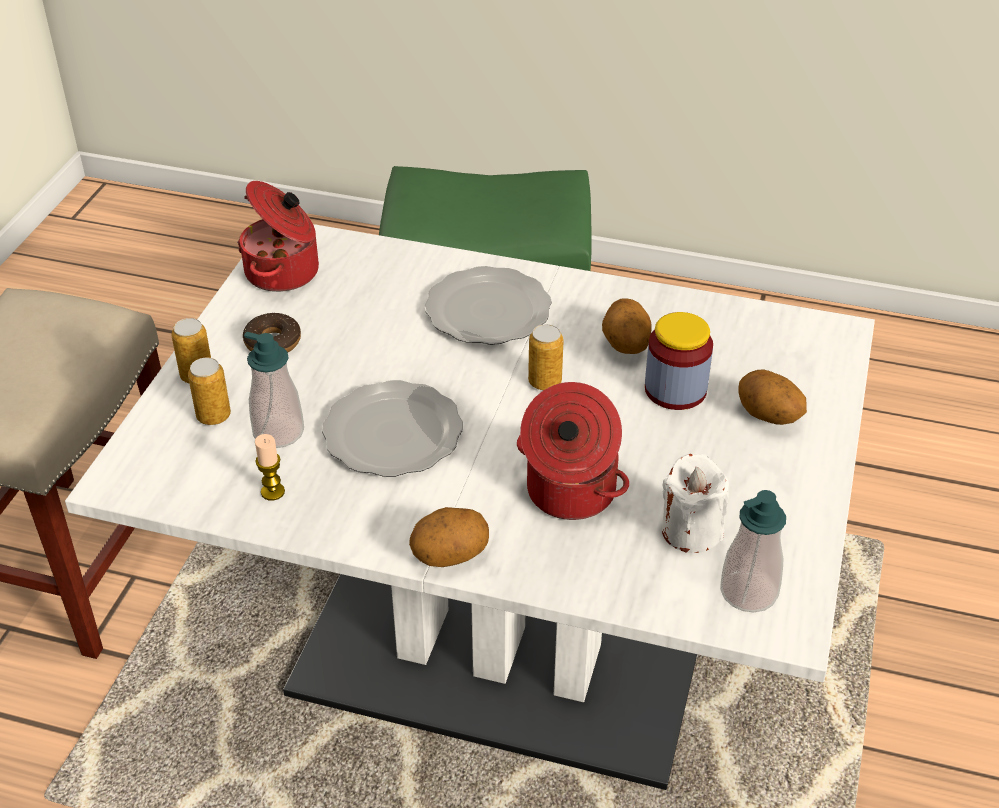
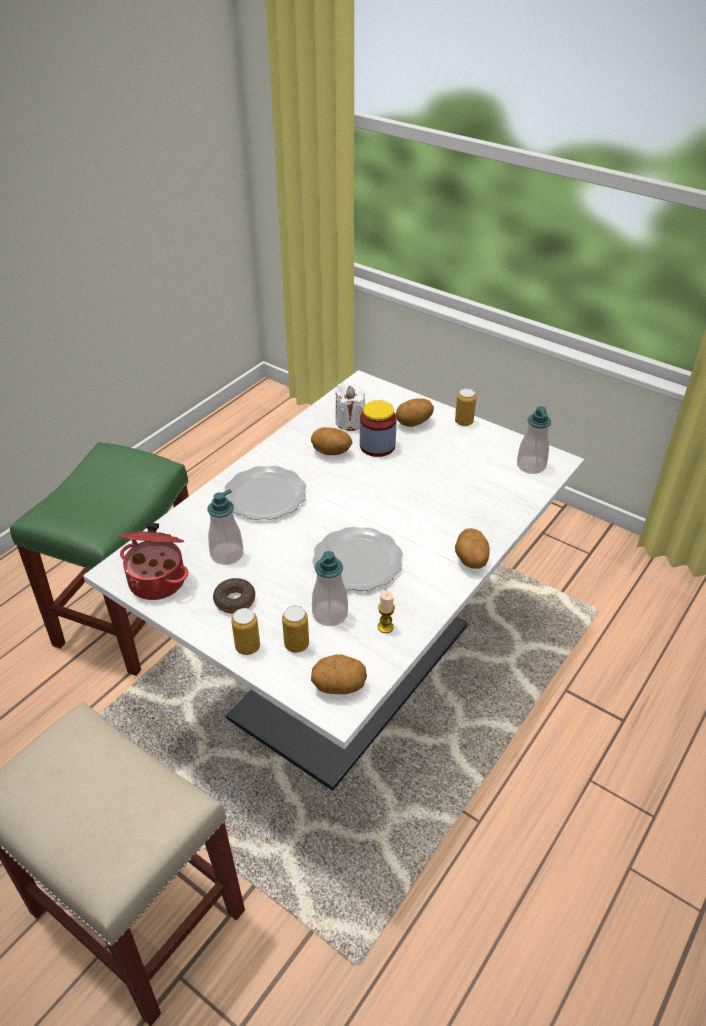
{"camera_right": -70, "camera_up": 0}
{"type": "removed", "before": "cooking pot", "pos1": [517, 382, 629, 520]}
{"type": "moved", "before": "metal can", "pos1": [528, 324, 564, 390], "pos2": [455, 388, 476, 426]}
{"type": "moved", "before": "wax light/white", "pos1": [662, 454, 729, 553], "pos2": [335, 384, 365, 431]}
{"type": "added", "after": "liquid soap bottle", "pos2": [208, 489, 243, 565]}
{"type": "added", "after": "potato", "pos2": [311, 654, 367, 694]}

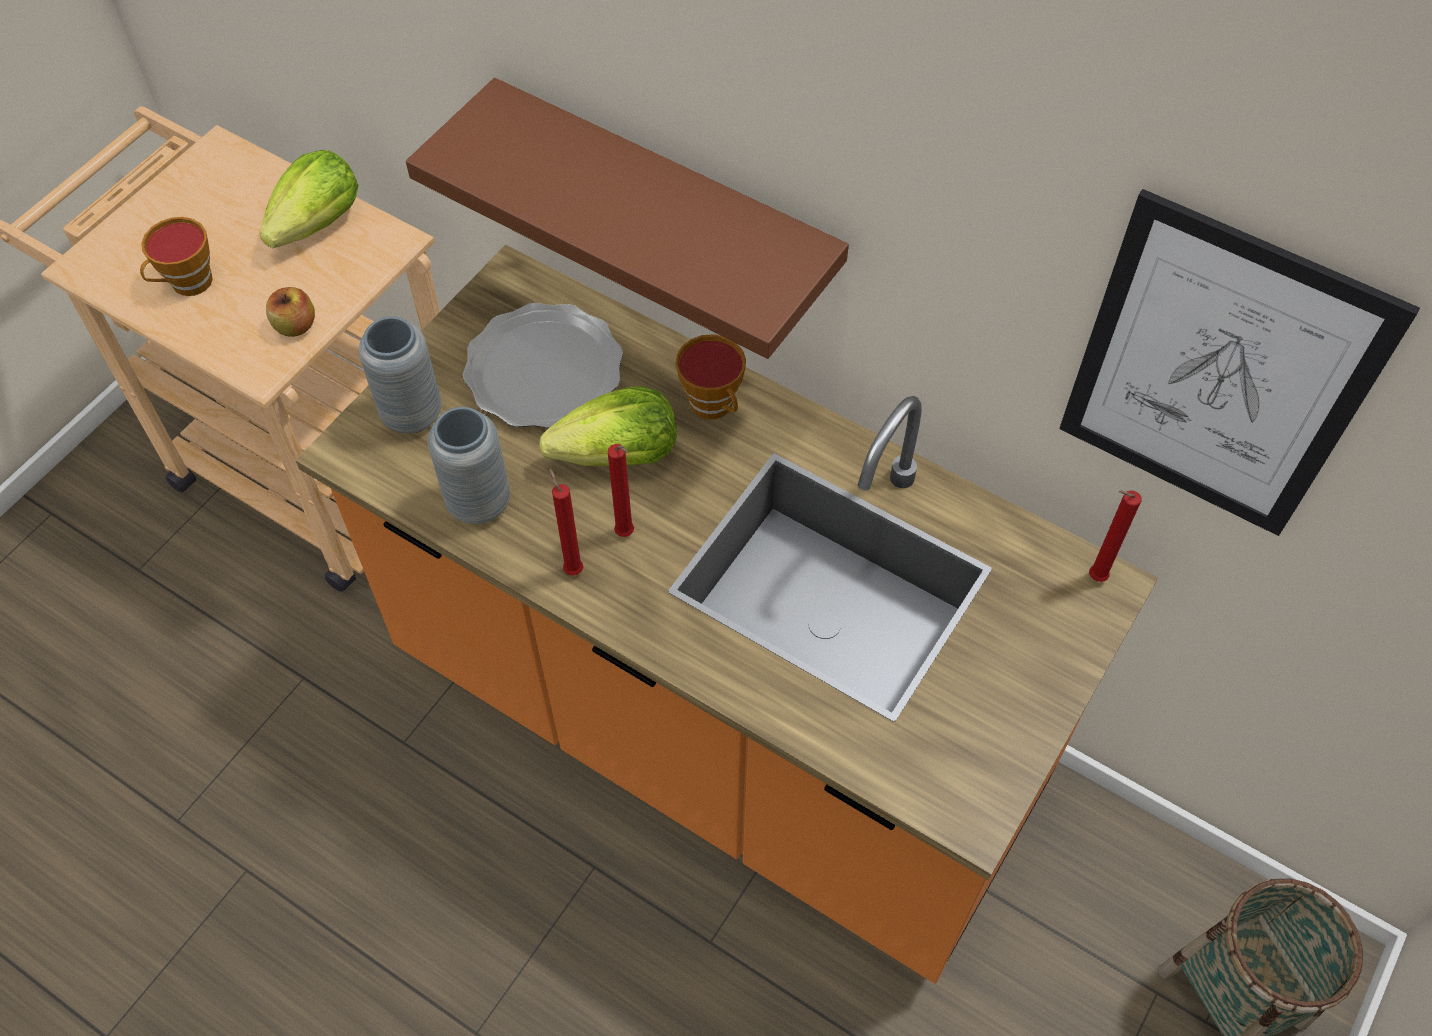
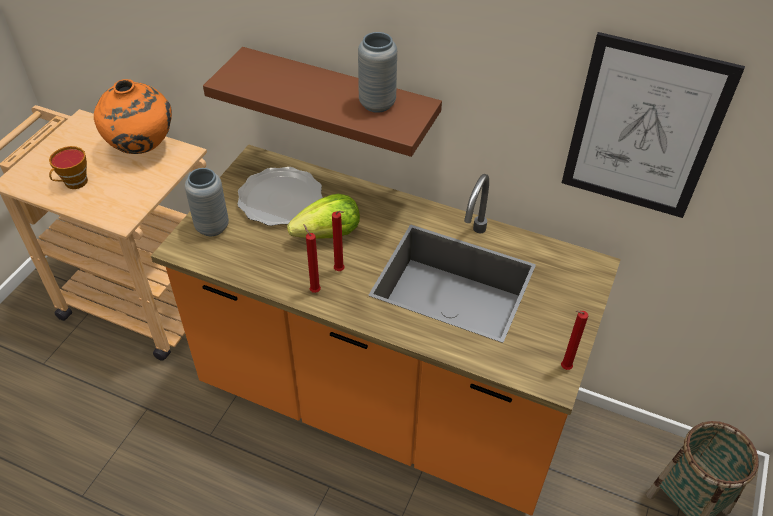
{"camera_right": -10, "camera_up": -10}
{"type": "replaced", "before": "head of lettuce", "after": "vase/orange", "pos1": [260, 150, 358, 248], "pos2": [94, 79, 172, 154]}
{"type": "removed", "before": "whole apple", "pos1": [266, 287, 315, 337]}
{"type": "moved", "before": "vase/grey", "pos1": [428, 407, 510, 524], "pos2": [358, 32, 397, 113]}
{"type": "removed", "before": "drinking cup", "pos1": [675, 334, 746, 420]}
{"type": "moved", "before": "wax light/red-coloured", "pos1": [1089, 491, 1142, 582], "pos2": [561, 311, 588, 370]}

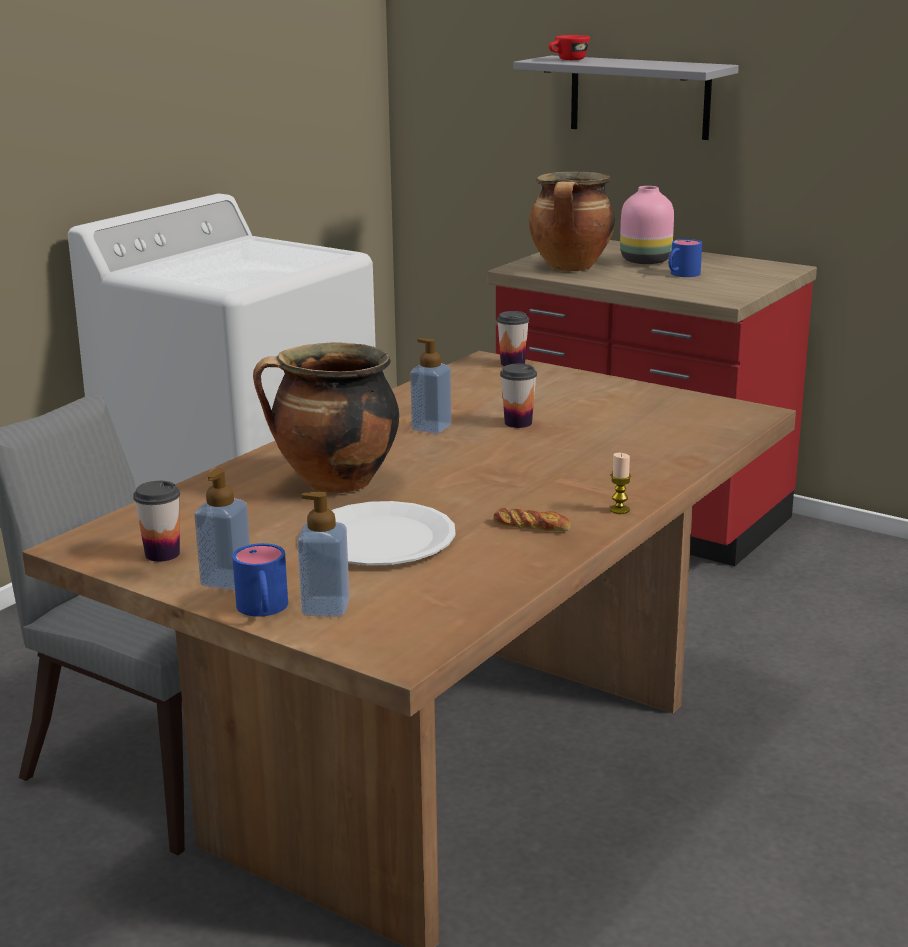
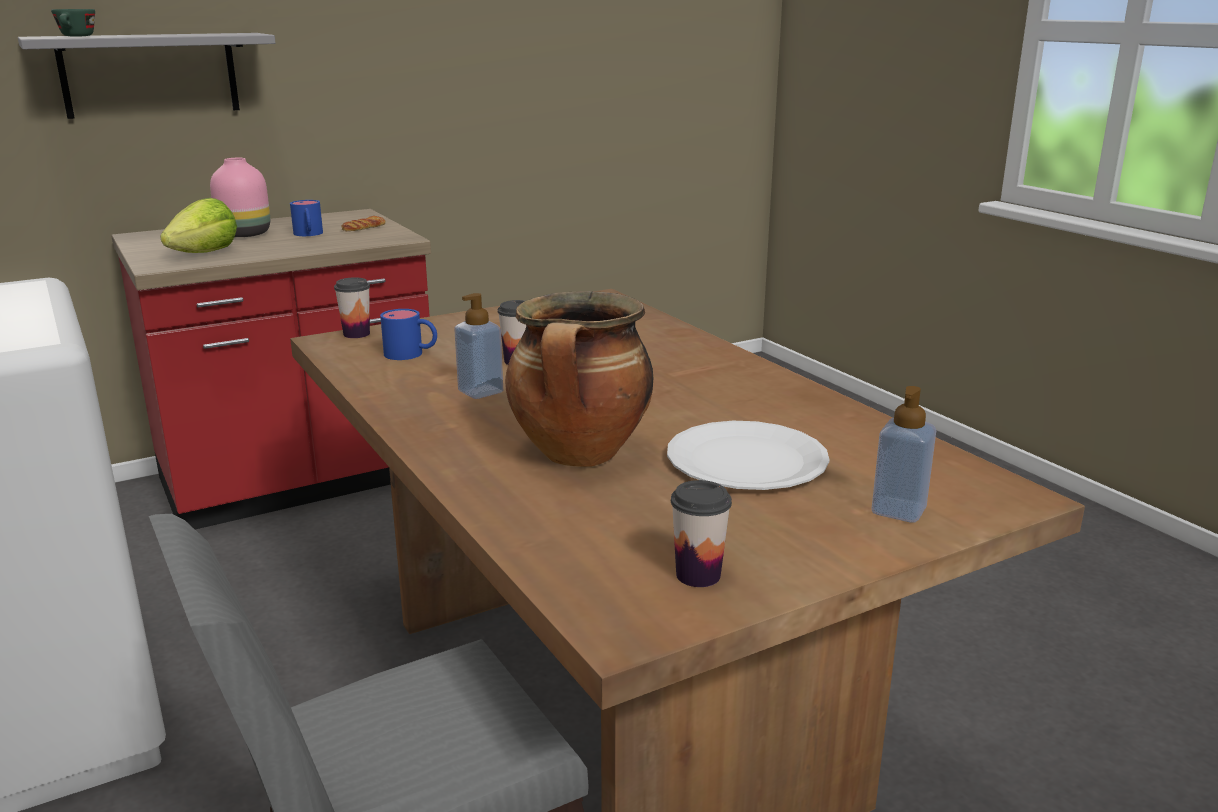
{"camera_right": -65, "camera_up": 0}
{"type": "removed", "before": "liquid soap bottle", "pos1": [194, 469, 250, 590]}
{"type": "moved", "before": "coffee mug/blue", "pos1": [232, 543, 288, 617], "pos2": [380, 309, 437, 360]}
{"type": "moved", "before": "baked bread", "pos1": [493, 508, 570, 532], "pos2": [341, 216, 386, 231]}
{"type": "replaced", "before": "cooking pot", "after": "head of lettuce", "pos1": [529, 172, 615, 271], "pos2": [160, 198, 237, 253]}
{"type": "recoloured", "before": "drinking cup/red-coloured", "after": "drinking cup/greenish", "pos1": [549, 35, 590, 60], "pos2": [51, 9, 95, 37]}
{"type": "removed", "before": "wax light", "pos1": [610, 453, 631, 514]}

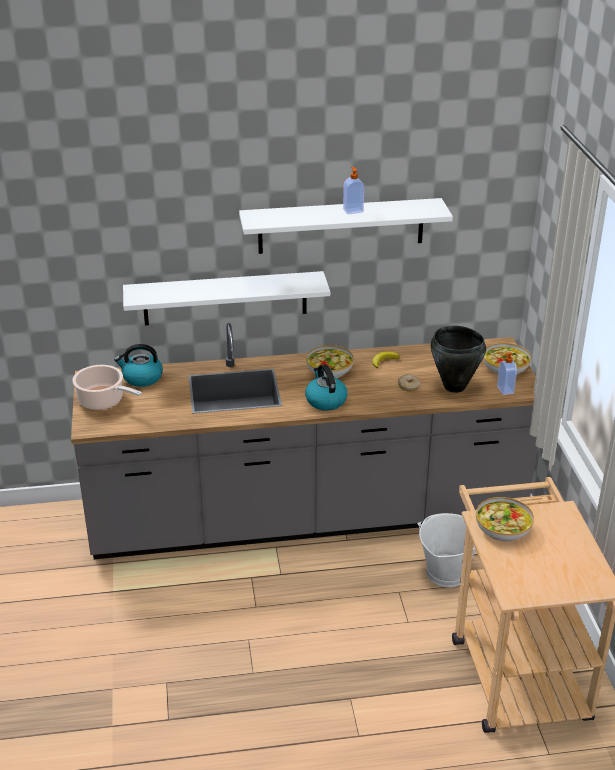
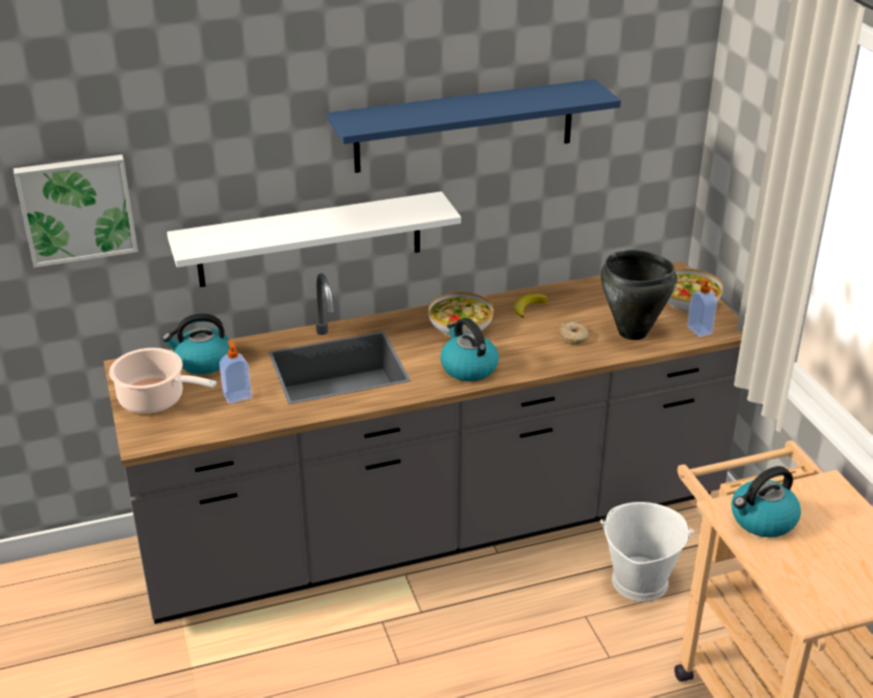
{"camera_right": -10, "camera_up": 0}
{"type": "recoloured", "before": "shelf/white", "after": "shelf/blue", "pos1": [239, 198, 453, 254], "pos2": [327, 79, 621, 173]}
{"type": "moved", "before": "liquid soap bottle", "pos1": [343, 167, 364, 214], "pos2": [219, 340, 252, 404]}
{"type": "replaced", "before": "deep dish", "after": "tea kettle", "pos1": [476, 497, 534, 542], "pos2": [731, 466, 801, 537]}
{"type": "added", "after": "wall picture", "pos2": [13, 154, 138, 268]}

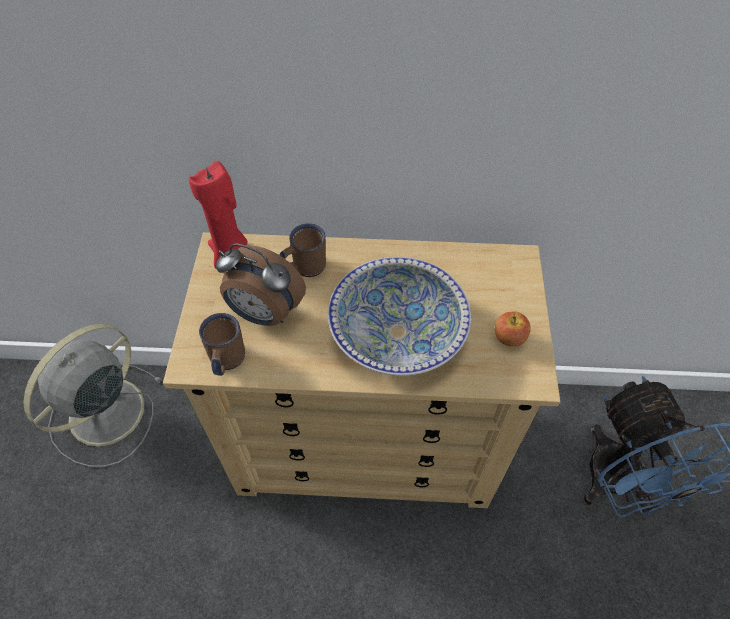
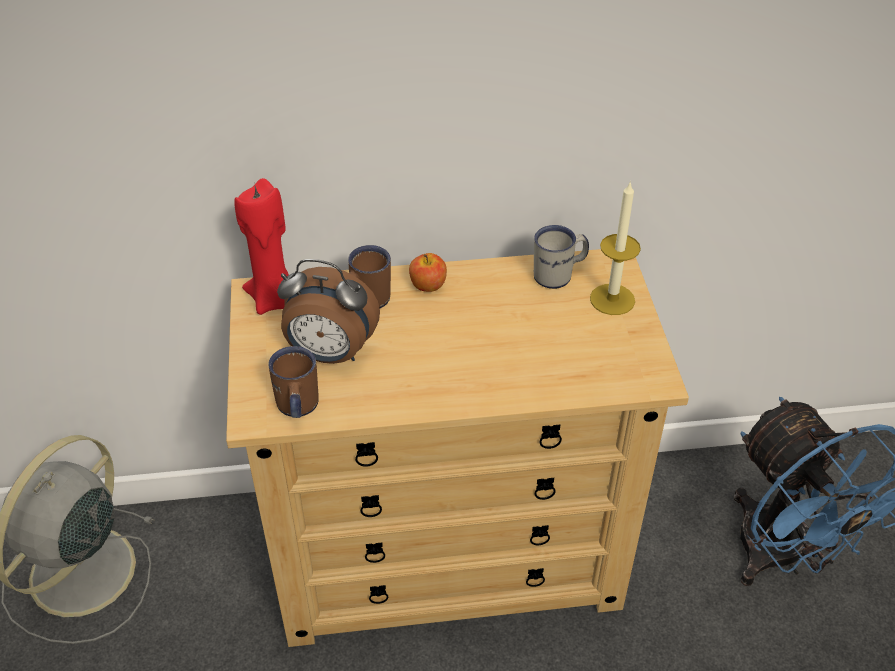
{"camera_right": -10, "camera_up": -10}
{"type": "removed", "before": "deep dish", "pos1": [328, 257, 471, 376]}
{"type": "moved", "before": "whole apple", "pos1": [495, 312, 531, 347], "pos2": [409, 253, 447, 292]}
{"type": "added", "after": "coffee mug/white", "pos2": [534, 225, 589, 289]}
{"type": "added", "after": "wax light", "pos2": [590, 181, 641, 315]}

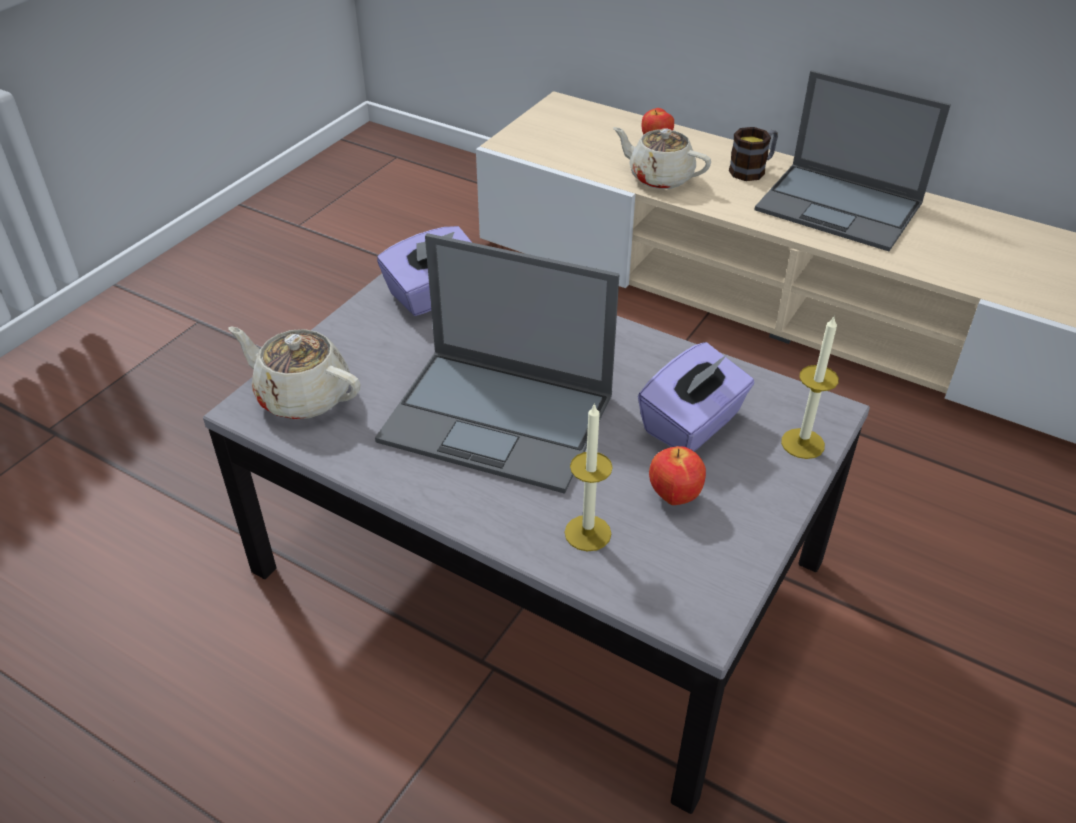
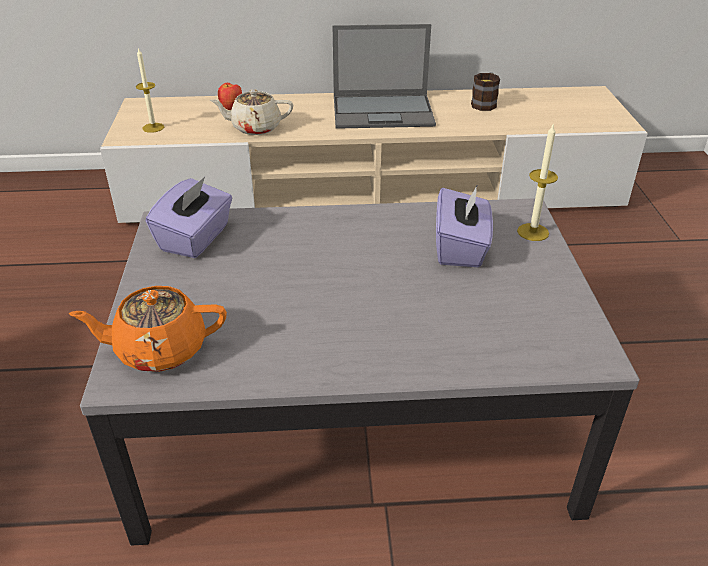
{"camera_right": -35, "camera_up": -5}
{"type": "recoloured", "before": "teapot/beige-coloured", "after": "teapot/orange", "pos1": [228, 327, 361, 419], "pos2": [68, 286, 227, 372]}
{"type": "removed", "before": "notebook computer", "pos1": [375, 233, 619, 494]}
{"type": "moved", "before": "wax light", "pos1": [565, 403, 613, 552], "pos2": [136, 48, 164, 133]}
{"type": "removed", "before": "whole apple", "pos1": [649, 446, 706, 505]}
{"type": "moved", "before": "coffee mug", "pos1": [729, 127, 778, 181], "pos2": [471, 72, 500, 111]}

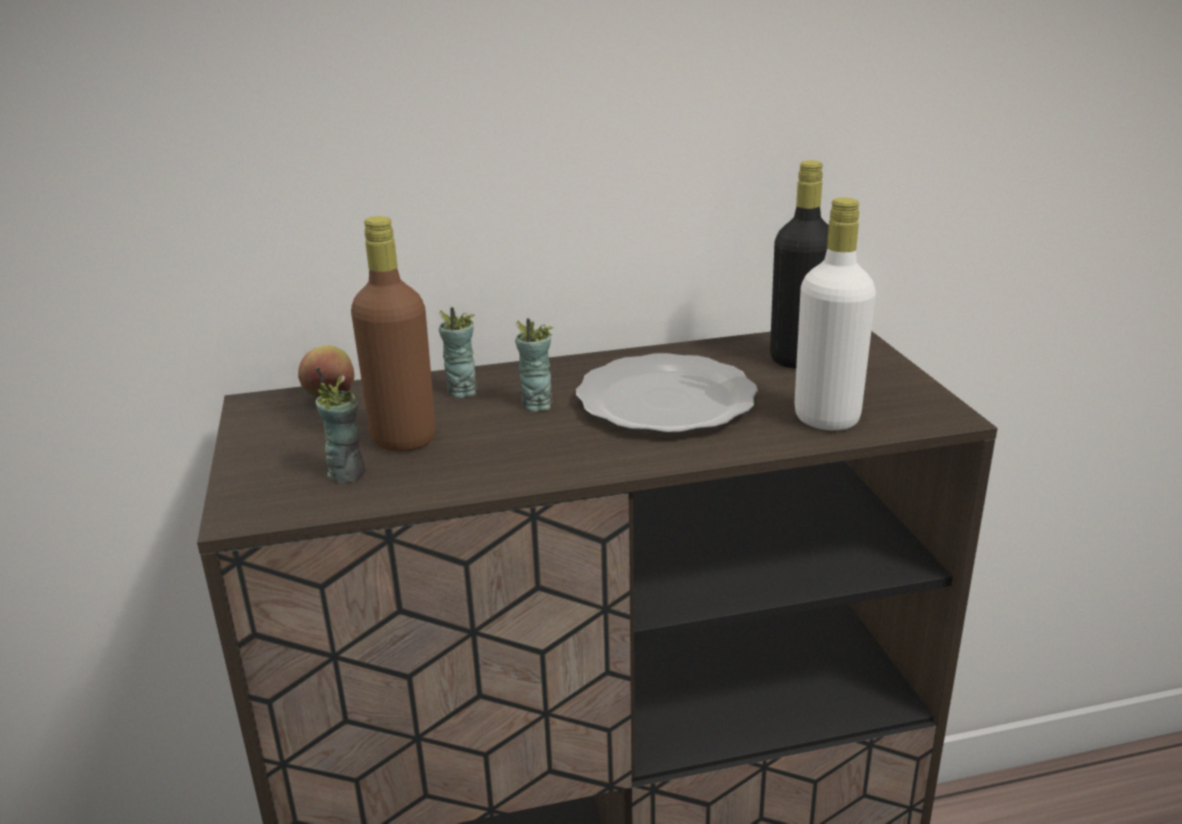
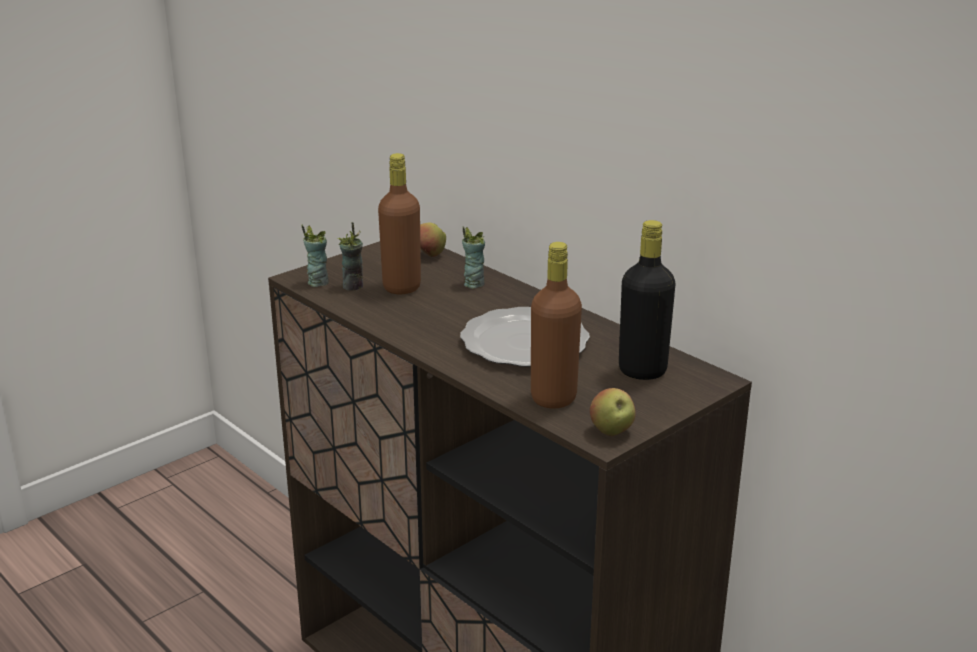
{"camera_right": 60, "camera_up": 0}
{"type": "moved", "before": "drinking cup", "pos1": [515, 318, 553, 412], "pos2": [301, 225, 329, 287]}
{"type": "recoloured", "before": "drink bottle/white", "after": "drink bottle/brown", "pos1": [794, 197, 876, 431], "pos2": [531, 242, 582, 408]}
{"type": "added", "after": "whole apple", "pos2": [590, 388, 636, 436]}

